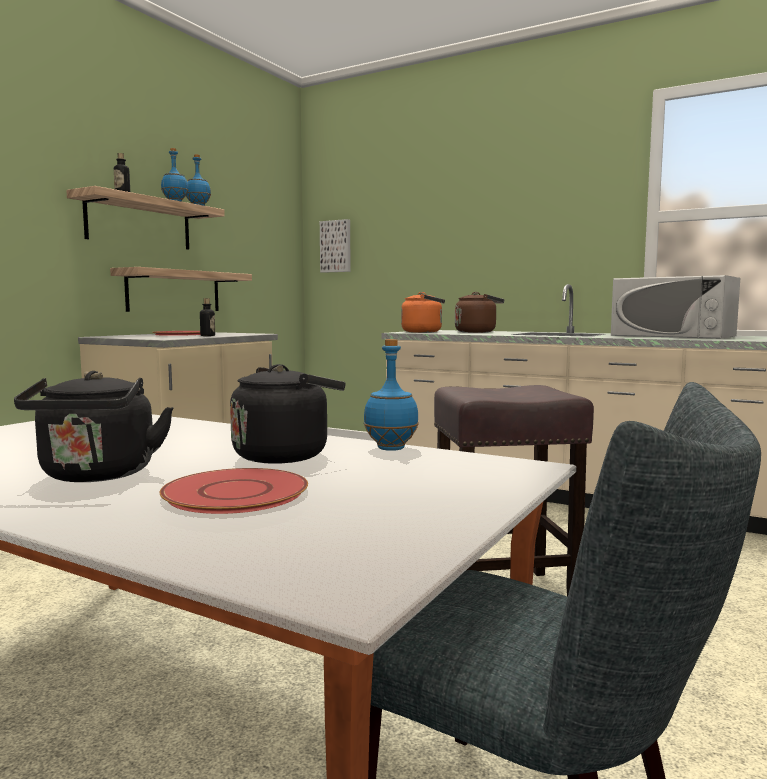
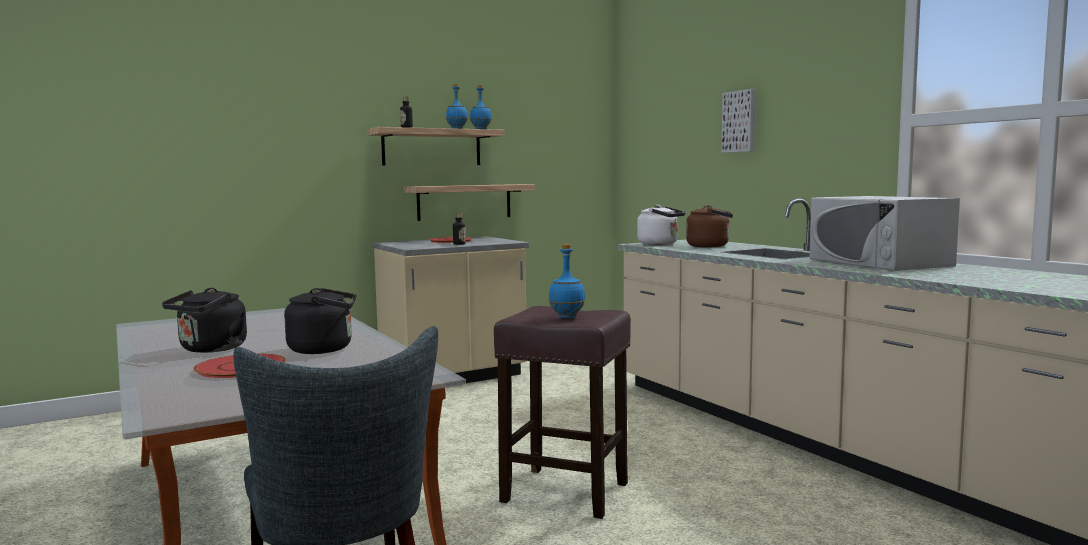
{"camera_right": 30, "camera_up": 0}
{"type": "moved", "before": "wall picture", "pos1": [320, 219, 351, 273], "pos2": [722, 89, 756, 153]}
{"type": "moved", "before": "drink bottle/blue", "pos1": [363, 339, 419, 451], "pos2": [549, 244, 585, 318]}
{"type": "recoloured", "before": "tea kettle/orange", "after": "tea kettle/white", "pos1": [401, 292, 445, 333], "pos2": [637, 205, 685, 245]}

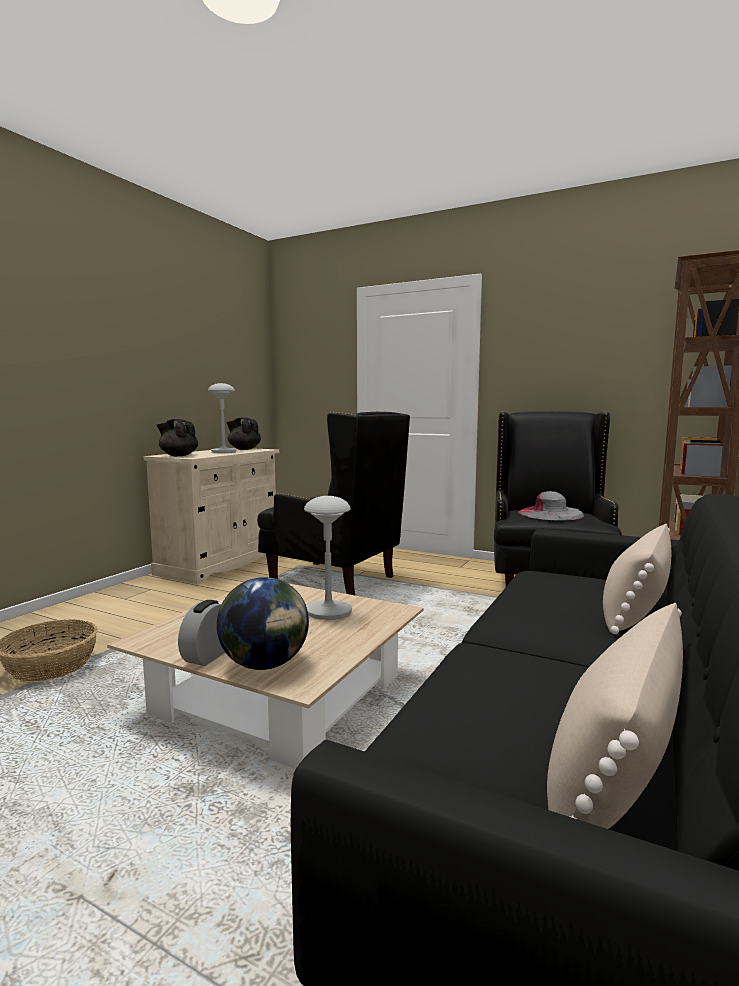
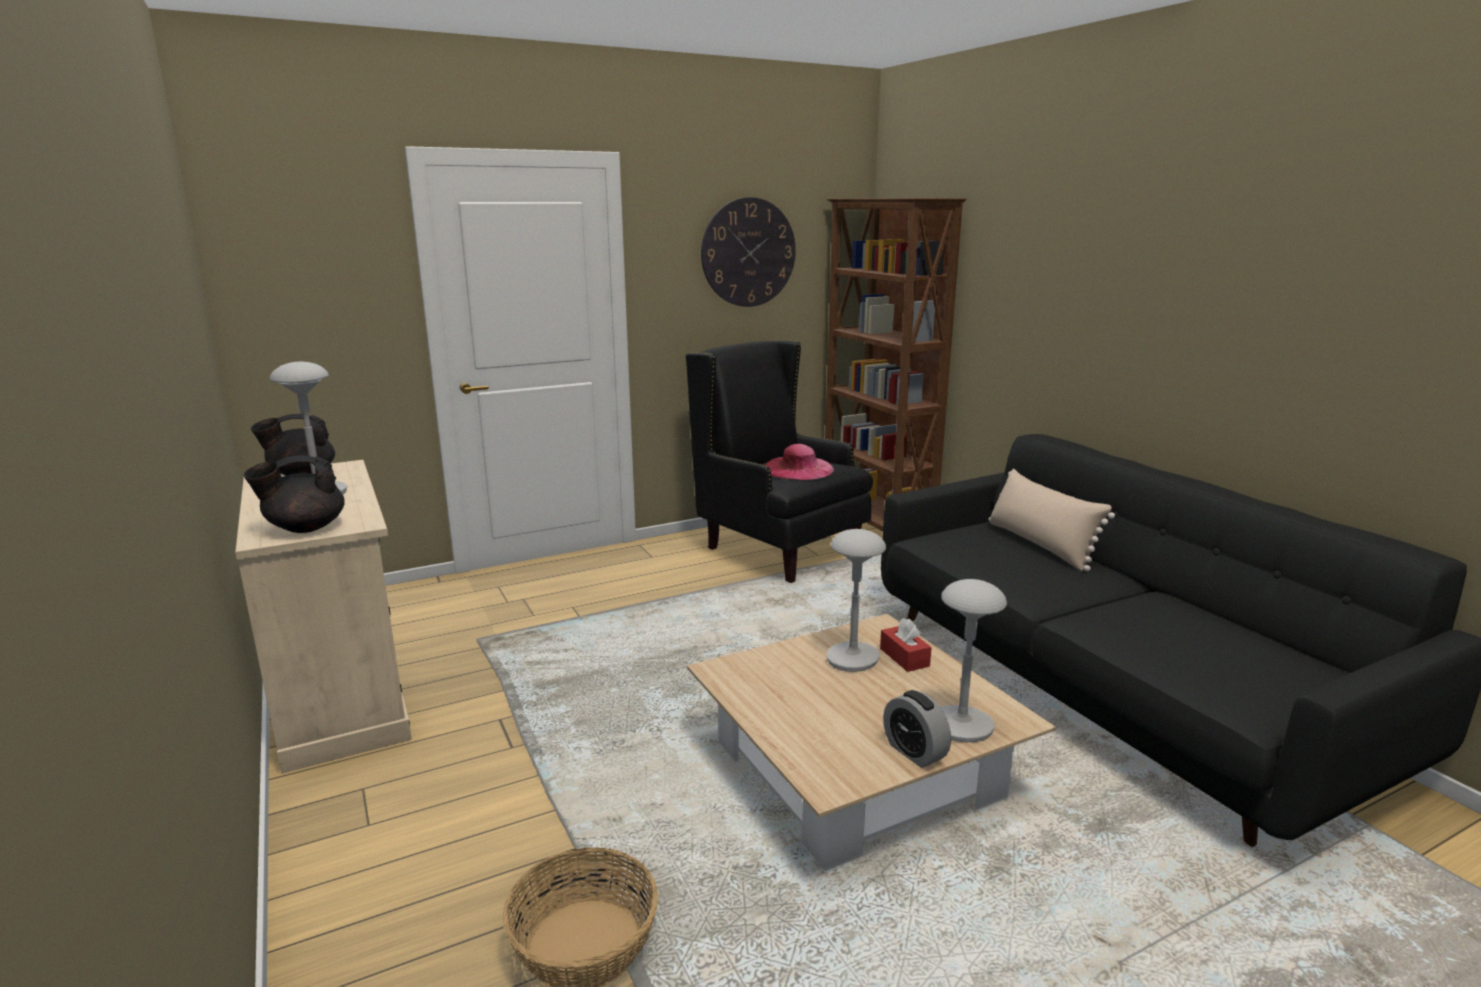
{"camera_right": -55, "camera_up": 10}
{"type": "replaced", "before": "globe", "after": "lamp for a table/grey", "pos1": [217, 577, 309, 670], "pos2": [941, 579, 1007, 743]}
{"type": "removed", "before": "lounge chair/black", "pos1": [257, 411, 410, 596]}
{"type": "recoloured", "before": "clothing hat/grey", "after": "clothing hat/pink-coloured", "pos1": [518, 491, 584, 520], "pos2": [765, 444, 834, 480]}
{"type": "removed", "before": "throw pillow/beige-coloured", "pos1": [547, 603, 683, 829]}
{"type": "added", "after": "hanging clock", "pos2": [701, 197, 796, 307]}
{"type": "added", "after": "box of tissues/red-coloured", "pos2": [880, 618, 932, 672]}

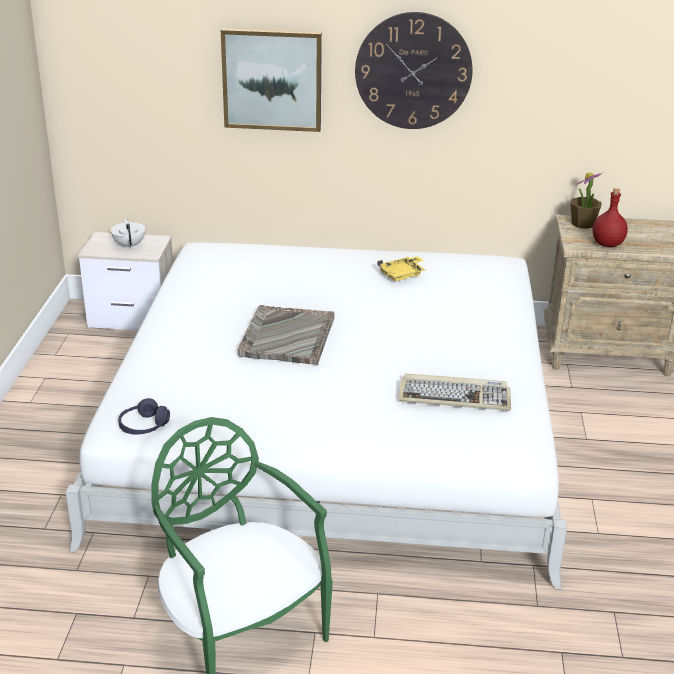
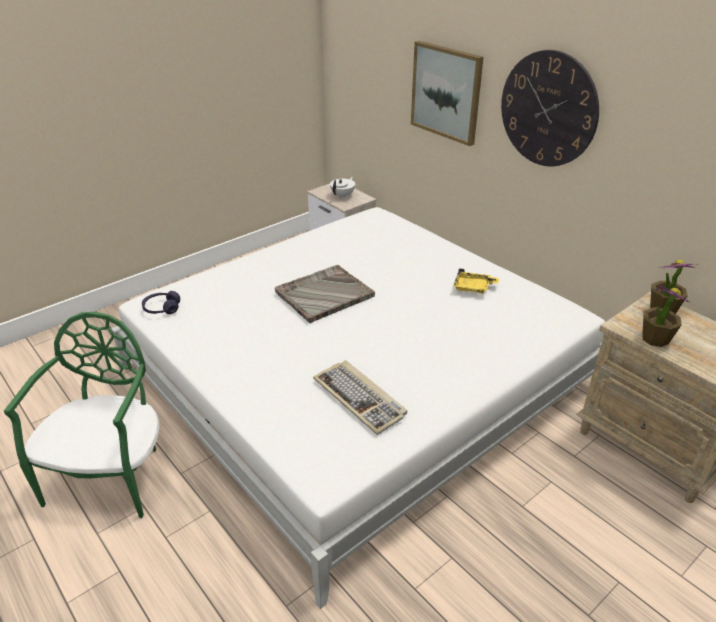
{"camera_right": 45, "camera_up": 5}
{"type": "replaced", "before": "drink bottle/red-coloured", "after": "potted plant", "pos1": [593, 188, 628, 247], "pos2": [642, 285, 690, 347]}

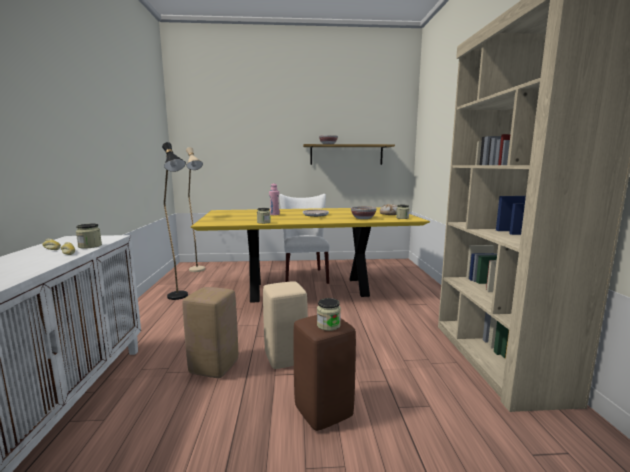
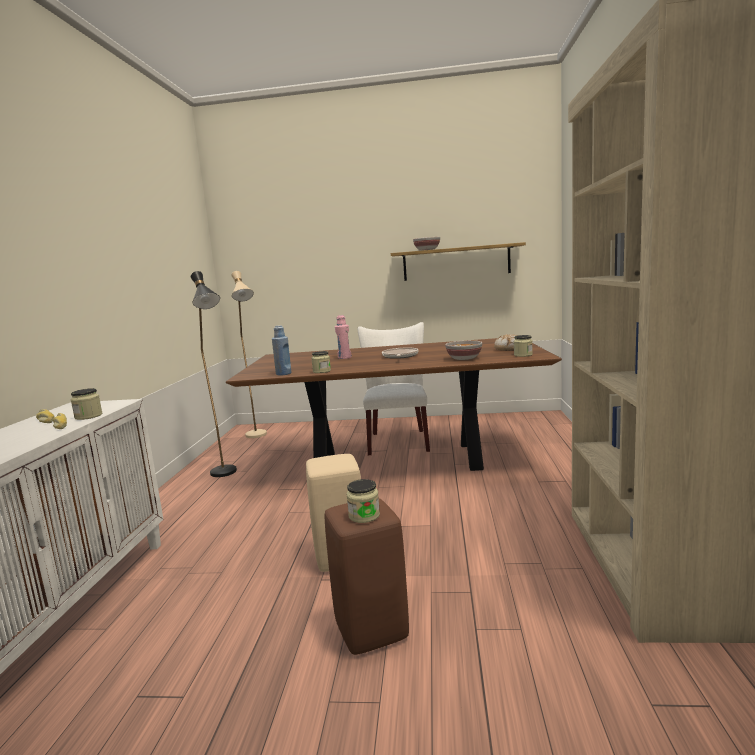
{"camera_right": 10, "camera_up": 0}
{"type": "removed", "before": "stool/beige-coloured", "pos1": [183, 287, 238, 378]}
{"type": "recoloured", "before": "dining table/yellow", "after": "dining table/brown", "pos1": [191, 207, 430, 303], "pos2": [226, 338, 562, 471]}
{"type": "added", "after": "drink bottle/blue", "pos2": [272, 325, 291, 375]}

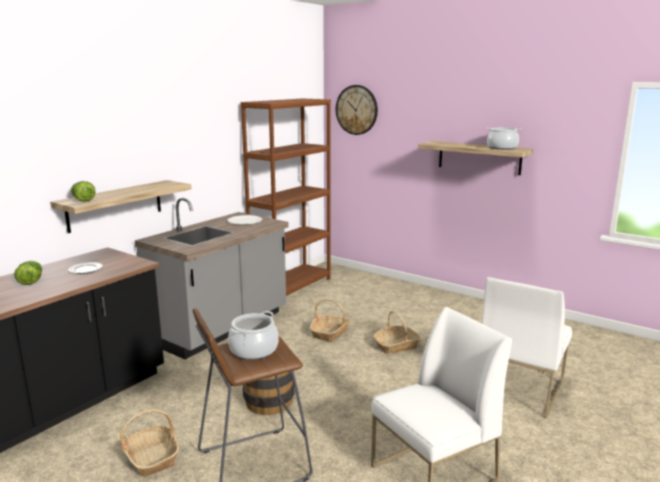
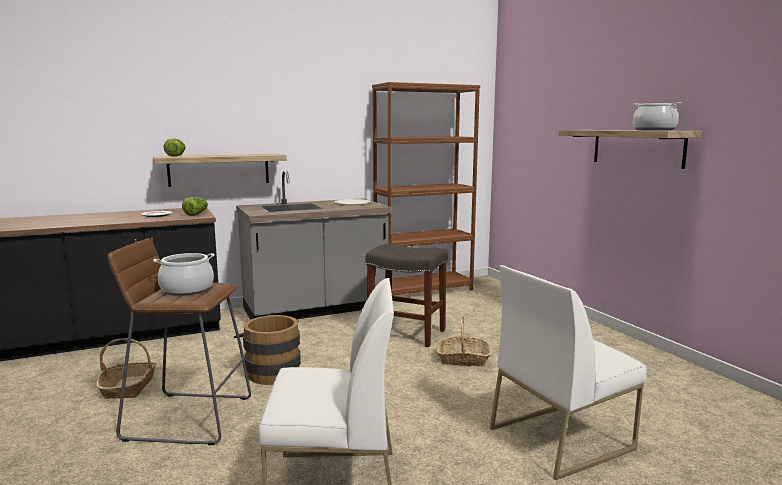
{"camera_right": 30, "camera_up": -5}
{"type": "moved", "before": "head of lettuce", "pos1": [14, 261, 42, 285], "pos2": [182, 197, 208, 216]}
{"type": "replaced", "before": "basket", "after": "stool/grey", "pos1": [310, 299, 350, 342], "pos2": [366, 244, 448, 347]}
{"type": "removed", "before": "hanging clock", "pos1": [336, 85, 378, 135]}

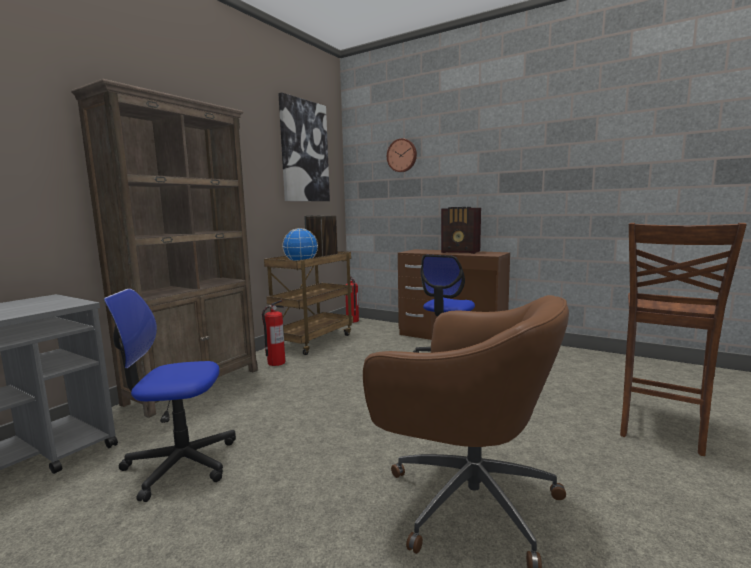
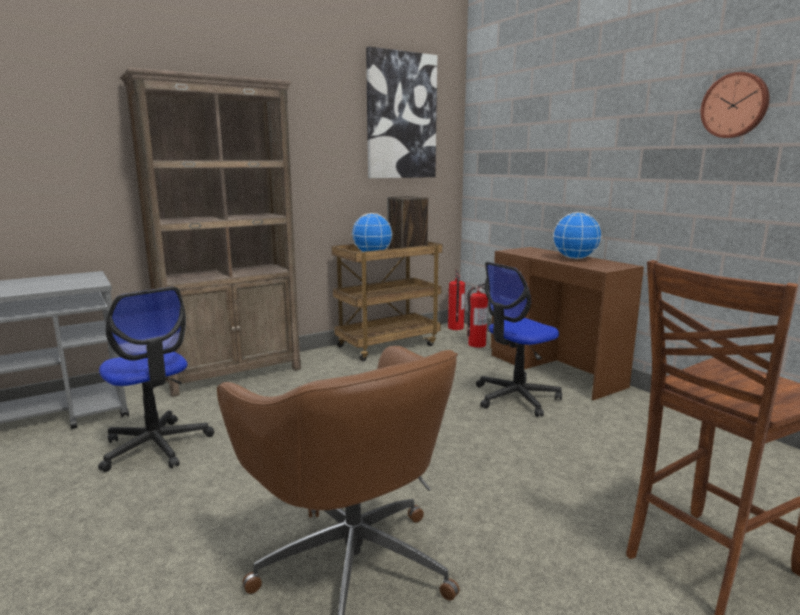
{"camera_right": 25, "camera_up": 5}
{"type": "turned", "before": "computer chair", "pos1": [104, 289, 236, 502], "pos2": [98, 287, 214, 472], "turn": -150}
{"type": "moved", "before": "extinguisher", "pos1": [262, 300, 285, 366], "pos2": [467, 283, 488, 348]}
{"type": "moved", "before": "hanging clock", "pos1": [387, 138, 417, 172], "pos2": [700, 72, 769, 138]}
{"type": "replaced", "before": "radio receiver", "after": "globe", "pos1": [441, 207, 481, 254], "pos2": [553, 212, 602, 259]}

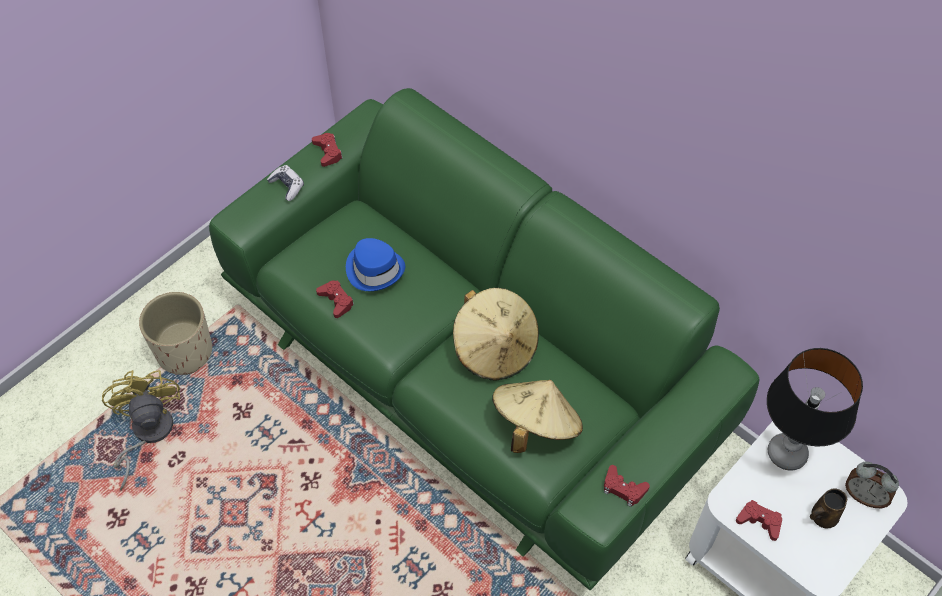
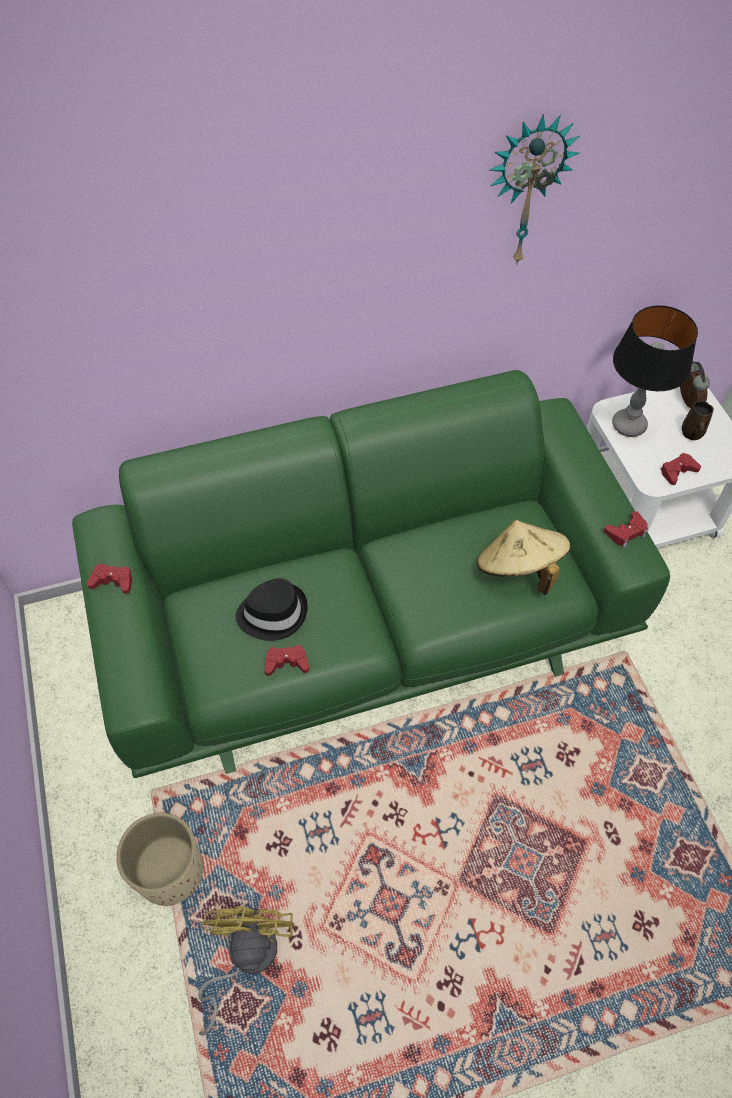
{"camera_right": -60, "camera_up": 0}
{"type": "turned", "before": "electric fan/yellow", "pos1": [102, 370, 180, 491], "pos2": [198, 906, 294, 1036], "turn": 75}
{"type": "removed", "before": "gamepad", "pos1": [267, 165, 304, 201]}
{"type": "recoloured", "before": "clothing hat/blue", "after": "clothing hat/black", "pos1": [346, 238, 405, 291], "pos2": [236, 578, 308, 641]}
{"type": "removed", "before": "clothing hat/beige-coloured", "pos1": [453, 288, 539, 381]}
{"type": "turned", "before": "bedside clock", "pos1": [845, 462, 899, 508], "pos2": [680, 361, 710, 408], "turn": -75}
{"type": "added", "after": "hanging clock", "pos2": [489, 114, 580, 266]}

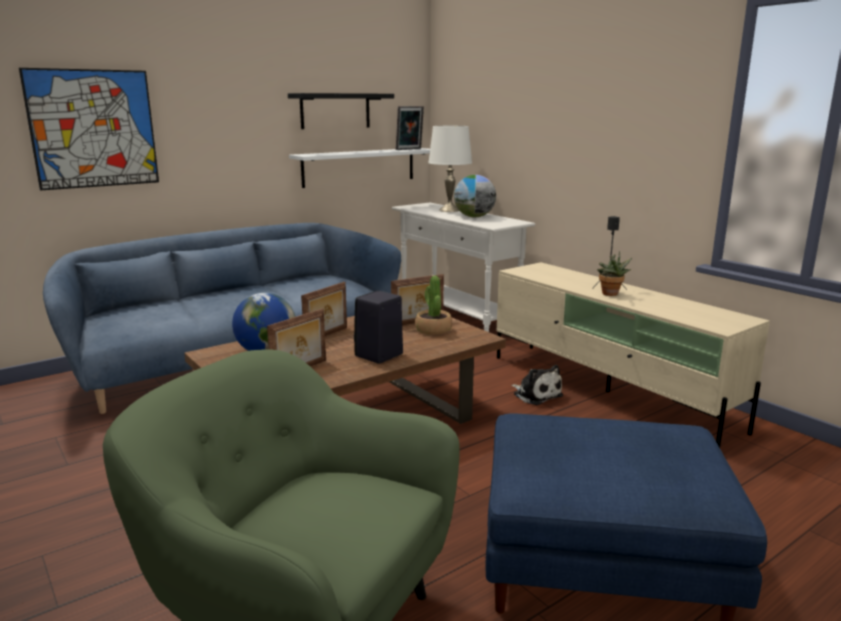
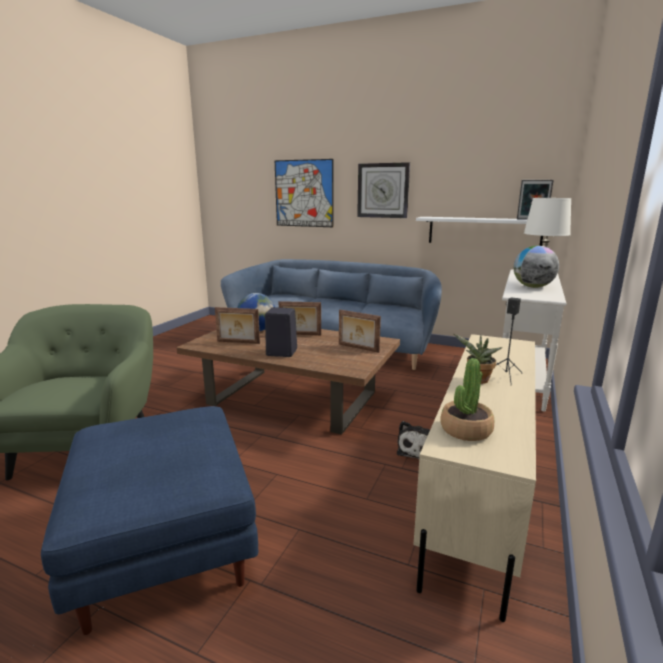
{"camera_right": 60, "camera_up": 0}
{"type": "removed", "before": "shelf/black", "pos1": [288, 93, 394, 129]}
{"type": "moved", "before": "potted plant", "pos1": [415, 276, 452, 335], "pos2": [440, 358, 494, 441]}
{"type": "added", "after": "hanging clock", "pos2": [357, 162, 410, 218]}

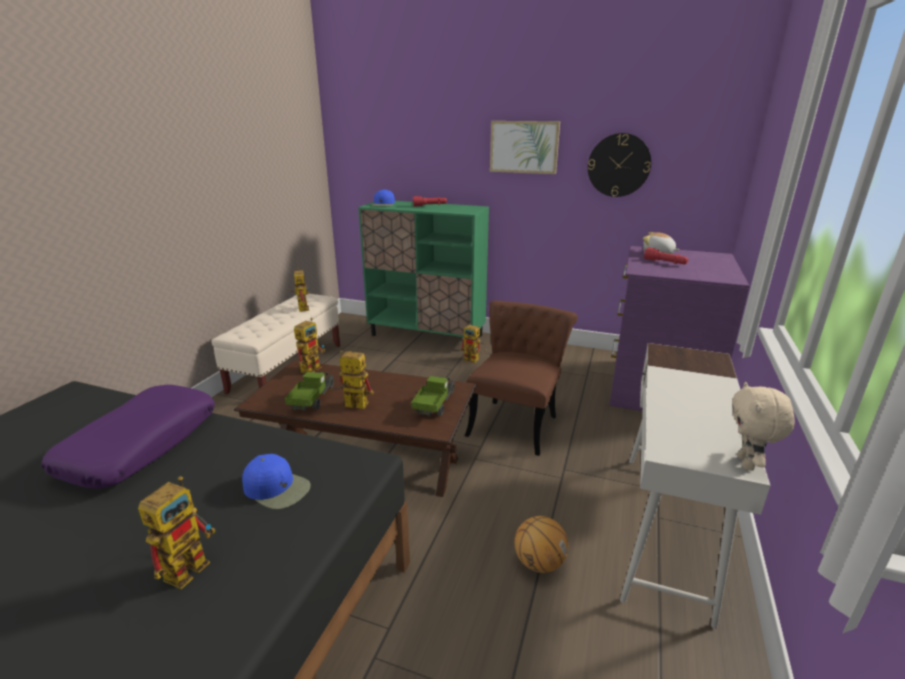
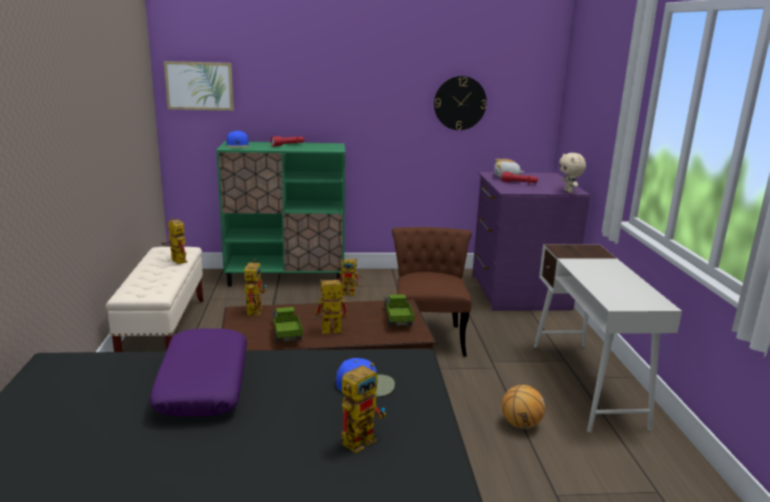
{"camera_right": -25, "camera_up": -5}
{"type": "turned", "before": "model robot", "pos1": [138, 476, 216, 589], "pos2": [341, 363, 386, 453], "turn": 45}
{"type": "moved", "before": "wall picture", "pos1": [490, 121, 560, 174], "pos2": [164, 61, 234, 111]}
{"type": "moved", "before": "plush toy/beige-coloured", "pos1": [732, 382, 795, 471], "pos2": [559, 153, 586, 193]}

